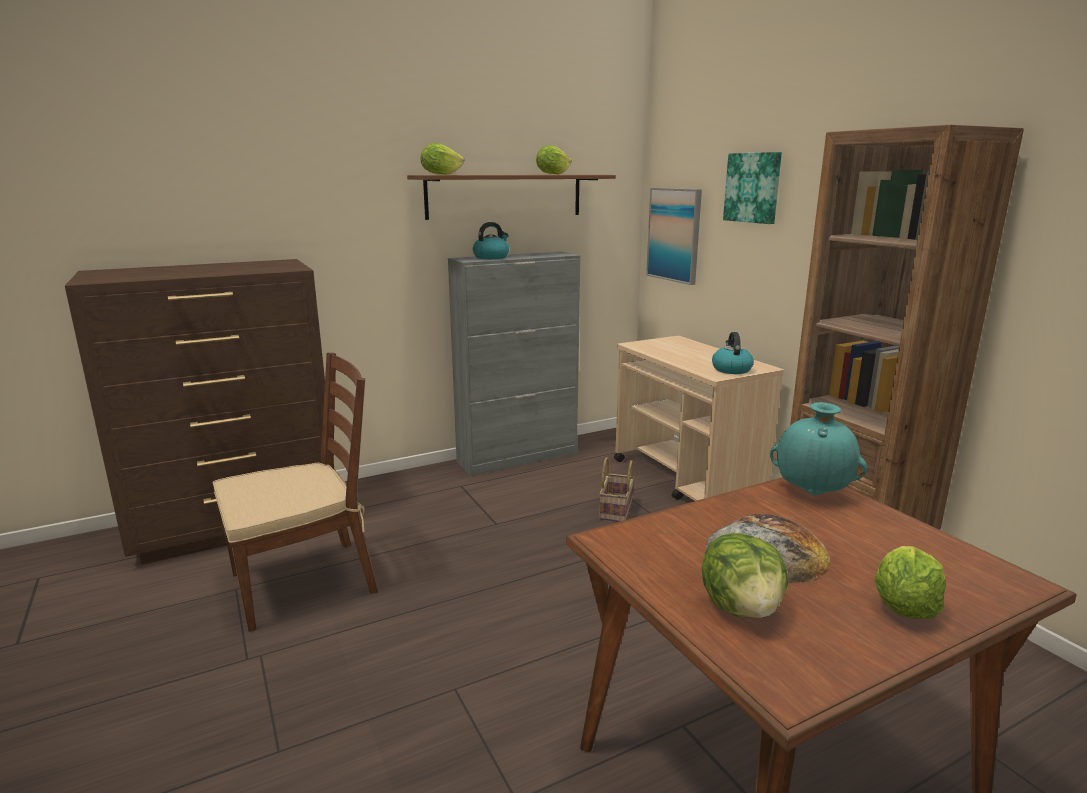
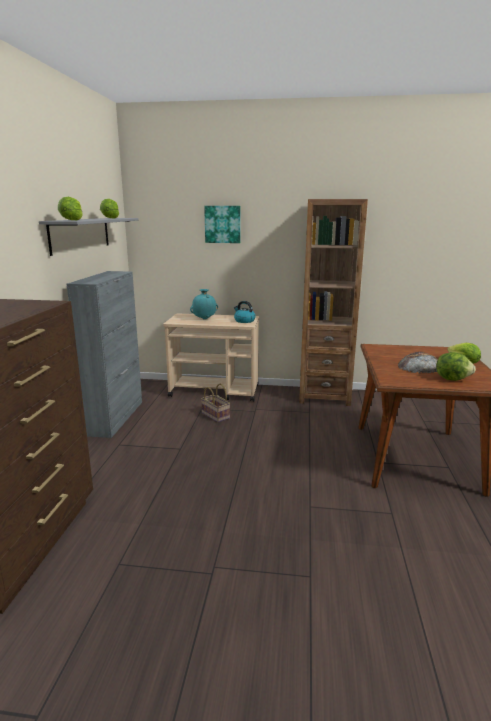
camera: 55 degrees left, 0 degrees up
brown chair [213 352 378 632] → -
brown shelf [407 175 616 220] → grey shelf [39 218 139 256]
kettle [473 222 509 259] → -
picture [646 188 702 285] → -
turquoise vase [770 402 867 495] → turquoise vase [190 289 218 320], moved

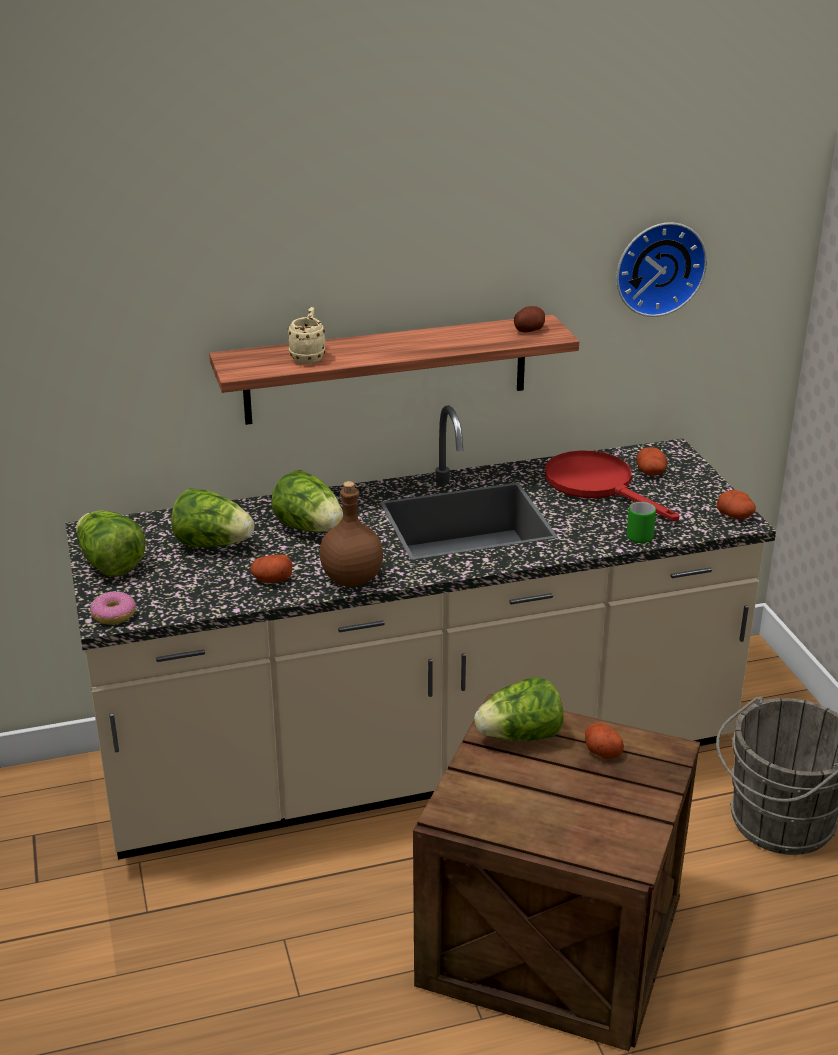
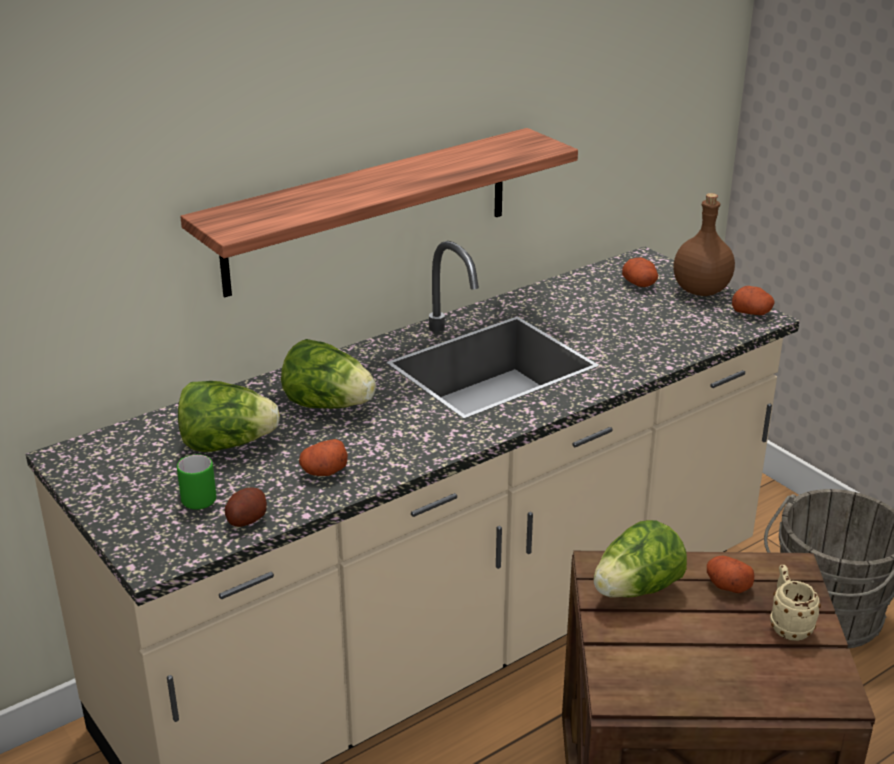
camera: 20 degrees left, 0 degrees up
lettuce [76 510 146 577] → -
donut [90 591 136 624] → -
beige mug [288 307 325 364] → beige mug [770 565 821 641], moved
brown bottle [320 481 383 587] → brown bottle [673 193 735 296], moved
potato [514 306 545 332] → potato [225 487 267 527], moved
red frying pan [545 450 679 521] → -
wall clock [616 222 707 317] → -
green mug [627 502 656 543] → green mug [177 454 216 510], moved

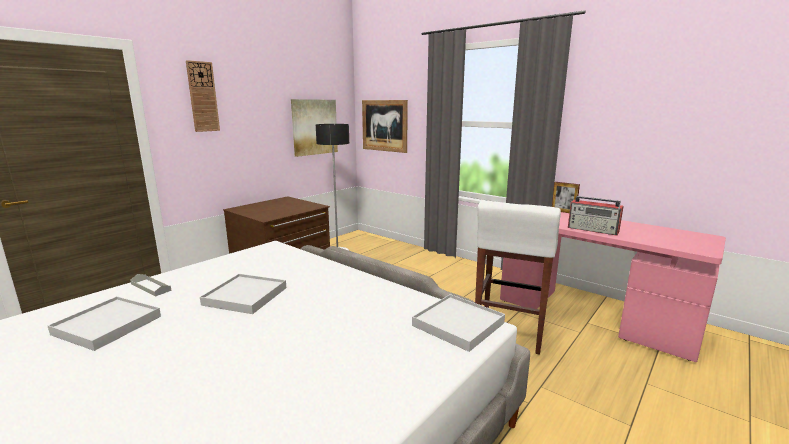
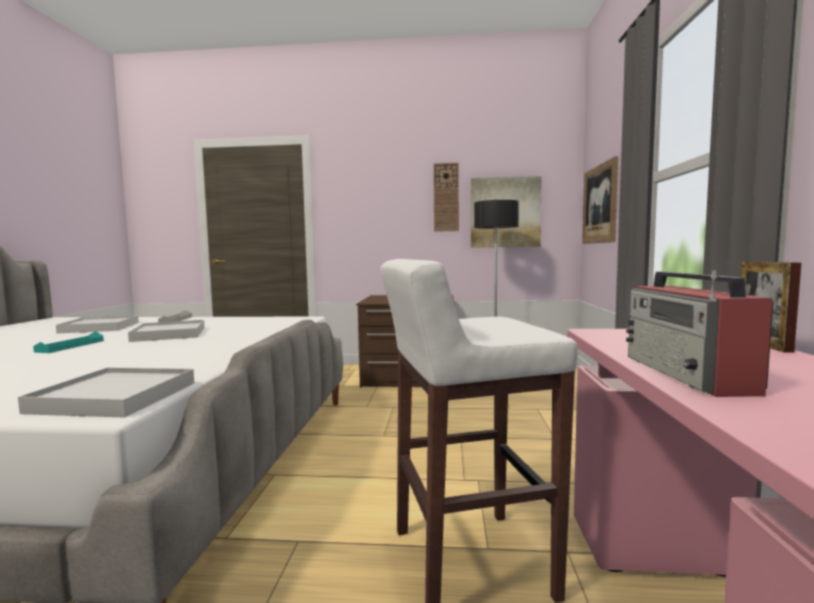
camera: 55 degrees right, 10 degrees down
wall clock [186 60 220 132] → wall clock [433 163 459 232], moved
- → turquoise tray [33 331 104 353]

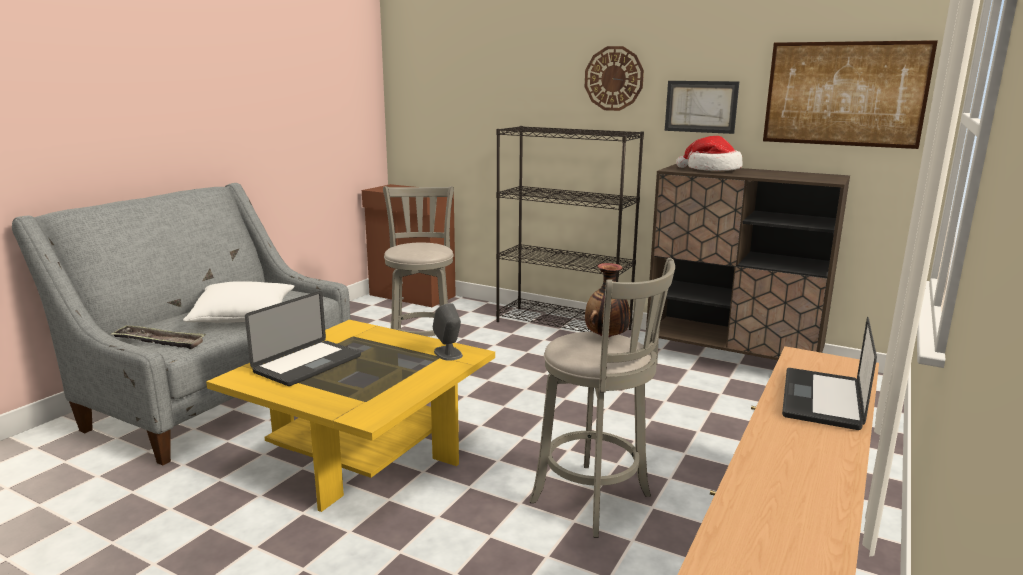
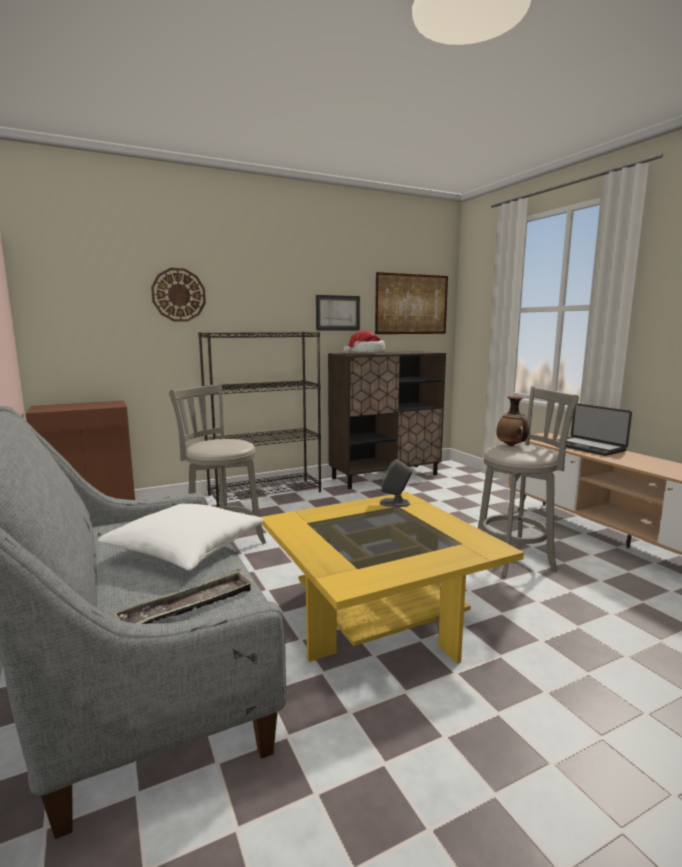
camera: 55 degrees left, 5 degrees down
laptop [245 291 361 386] → -
wall clock [585 46 644 111] → wall clock [151 268 206 322], moved

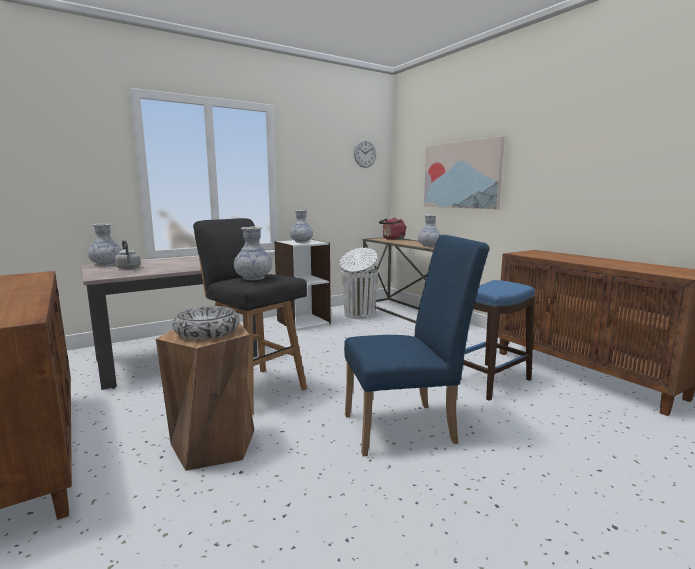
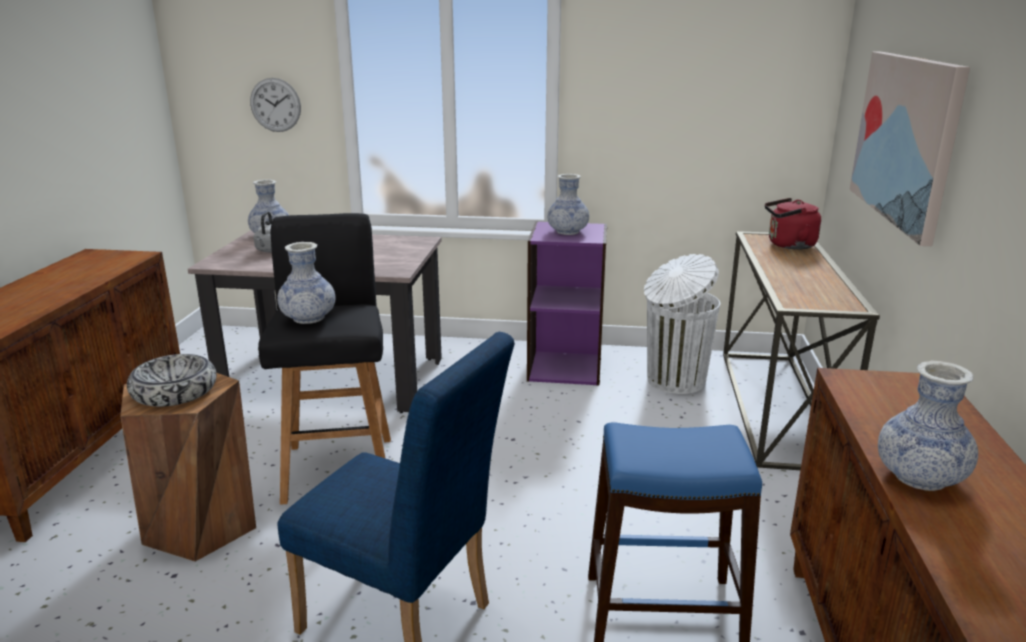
camera: 40 degrees right, 10 degrees up
white bookcase [274 239 331 331] → purple bookcase [527 221 607 386]
wall clock [354 139 376 168] → wall clock [250 78 301 132], moved
vase [418 215 441 247] → vase [878 360 978 491], moved

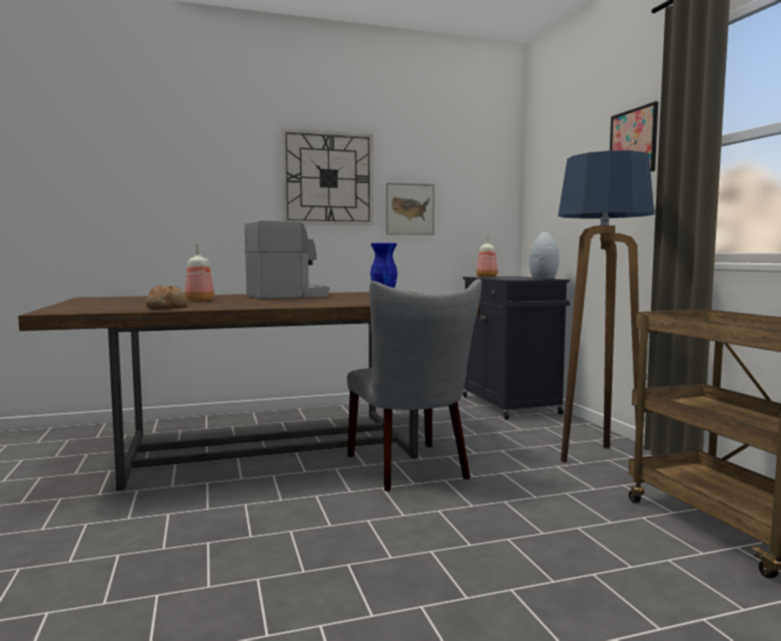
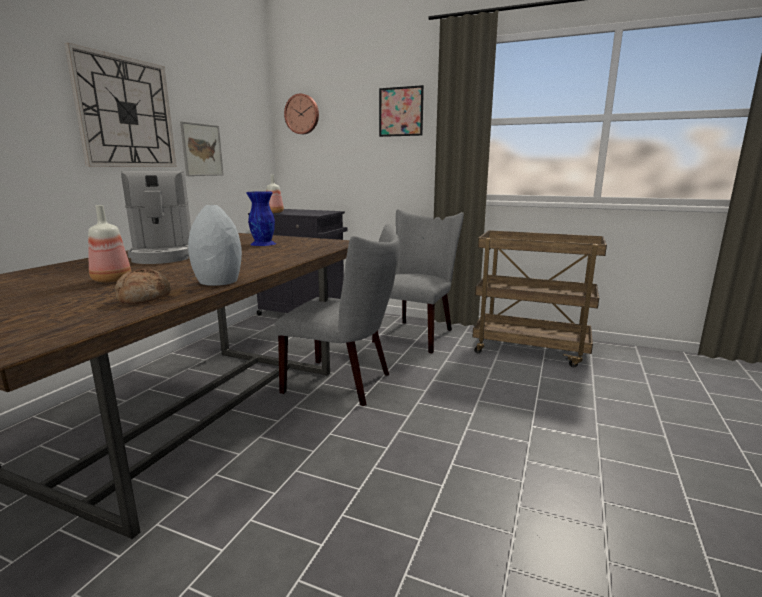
camera: 50 degrees left, 10 degrees up
coffee machine [245 220 329 299] → coffee machine [121 171 191 264], 150 degrees clockwise
grey vase [529 232 559 279] → grey vase [188 205 242 286], moved
floor lamp [558 151 654 463] → grey chair [372 209 464 353]
- → wall clock [284 94 319 134]

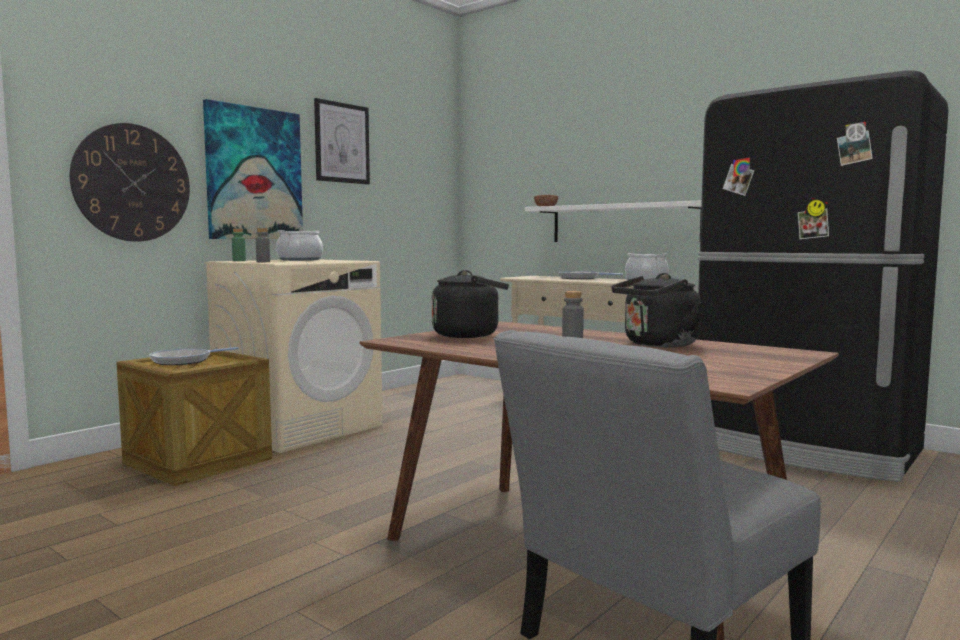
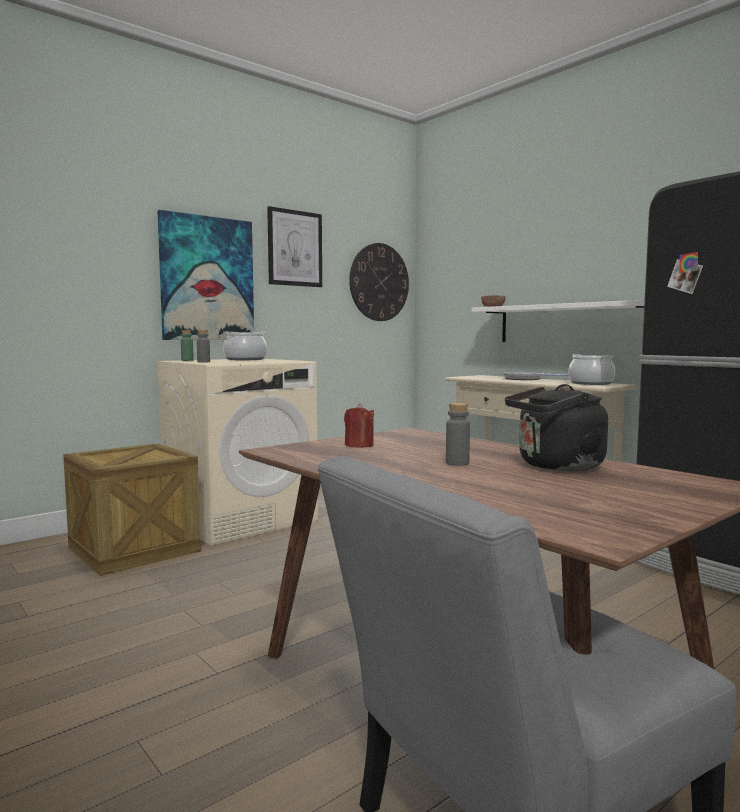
camera: 10 degrees right, 0 degrees up
wall clock [70 123 190 242] → wall clock [349 243 409 321], moved
frying pan [149 347 239 365] → -
black kettle [432 270 509 338] → red candle [344 403 374 448]

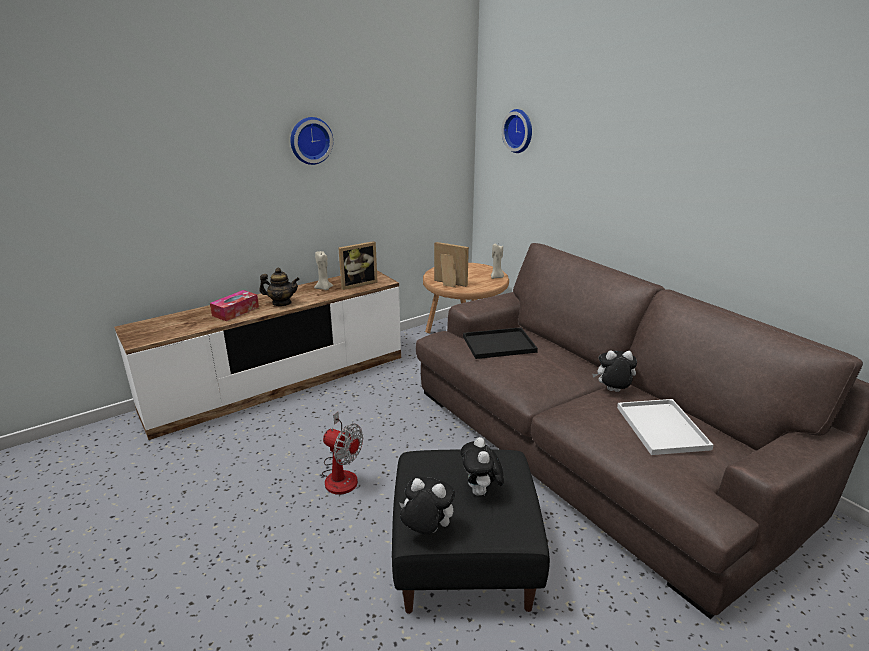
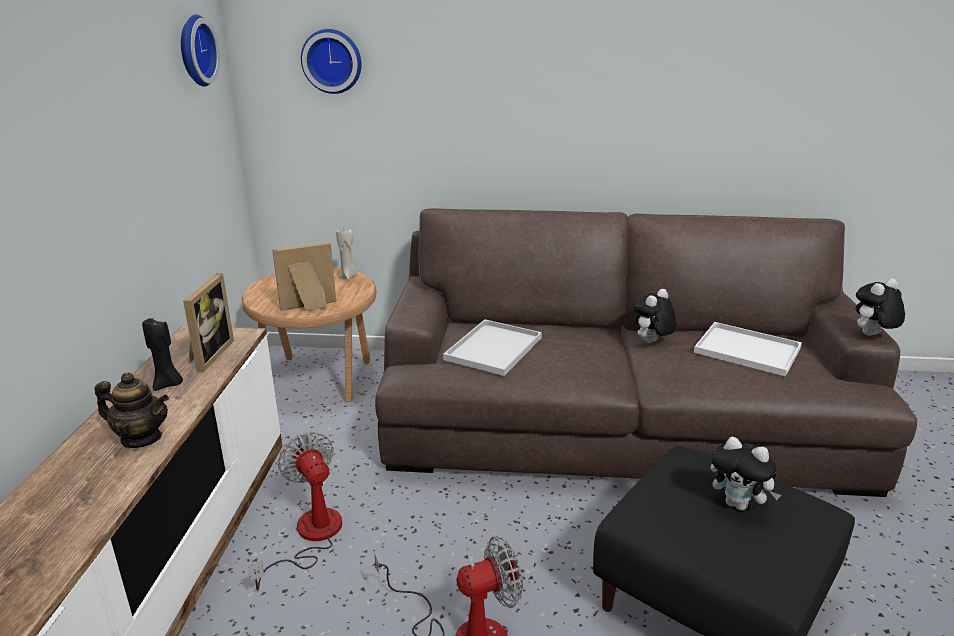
camera: 50 degrees left, 0 degrees up
tissue box [210 290 259 321] → -
teapot [259 268 300 306] → teapot [95 372 169 448], 60 degrees clockwise
wall clock [290 117 333 165] → wall clock [181 14 220 87], moved
beige candle [314 251 333 290] → black candle [142 317 183 391]
plush toy [399 477 455 535] → plush toy [855 278 905 336], moved
black tray [463 327 538 359] → white tray [443 319 542 376]
- → fan [248 432 342 591]

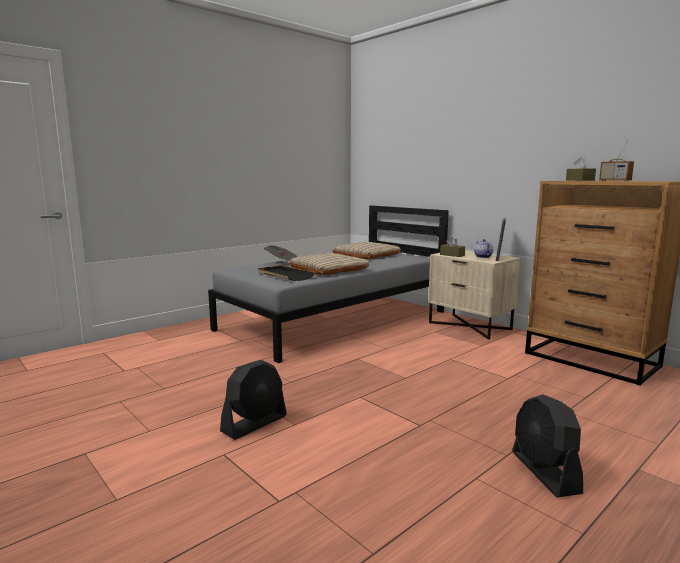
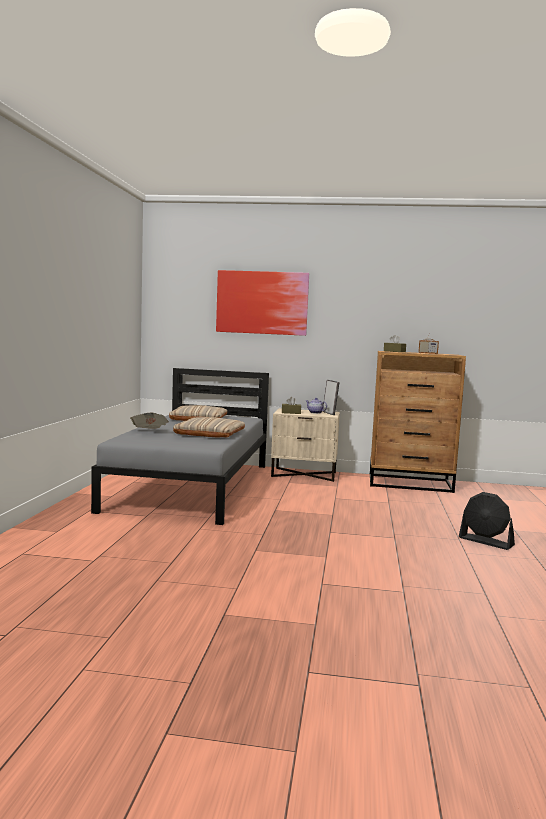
camera: 40 degrees left, 5 degrees down
black fan [220 360 287 440] → -
black tray [258 265 316 281] → -
- → picture [216 270 309 336]

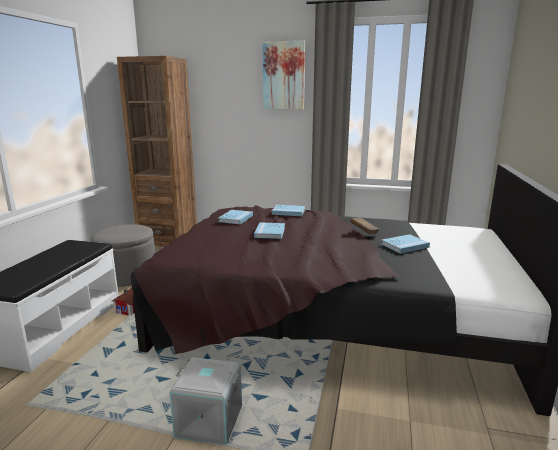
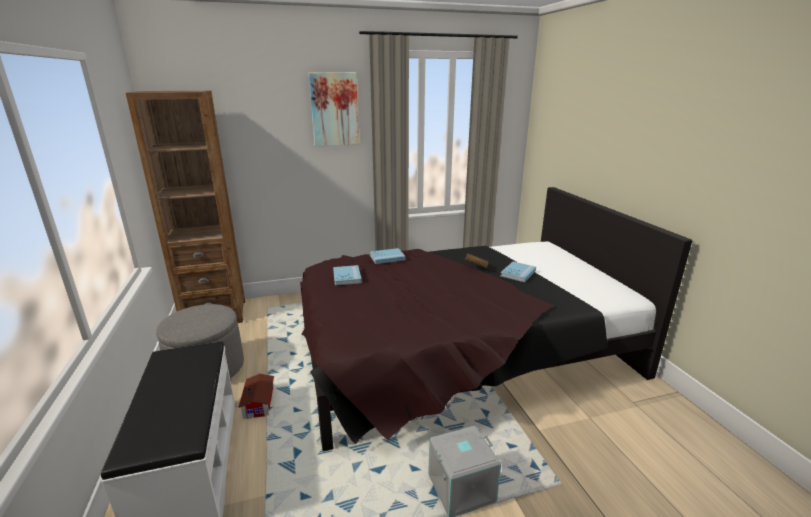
camera: 30 degrees left, 5 degrees up
blue book [254 222 285 239] → -

